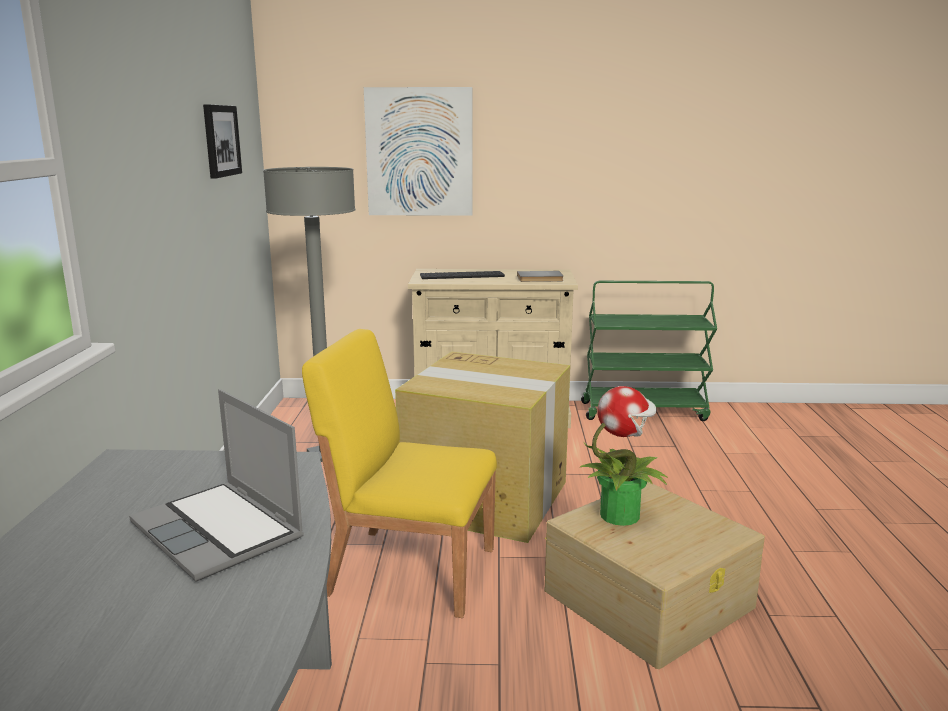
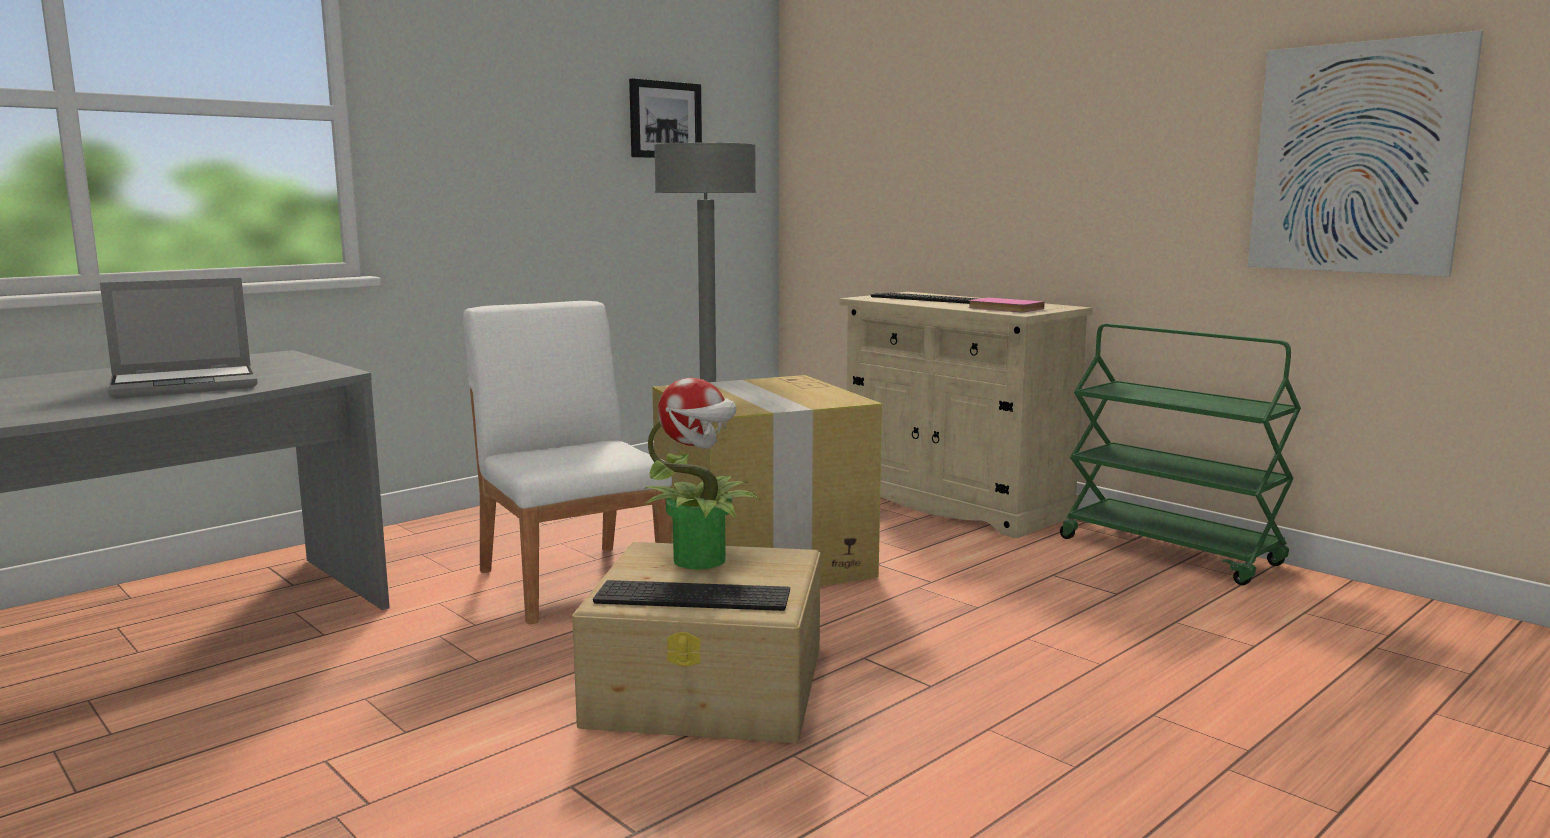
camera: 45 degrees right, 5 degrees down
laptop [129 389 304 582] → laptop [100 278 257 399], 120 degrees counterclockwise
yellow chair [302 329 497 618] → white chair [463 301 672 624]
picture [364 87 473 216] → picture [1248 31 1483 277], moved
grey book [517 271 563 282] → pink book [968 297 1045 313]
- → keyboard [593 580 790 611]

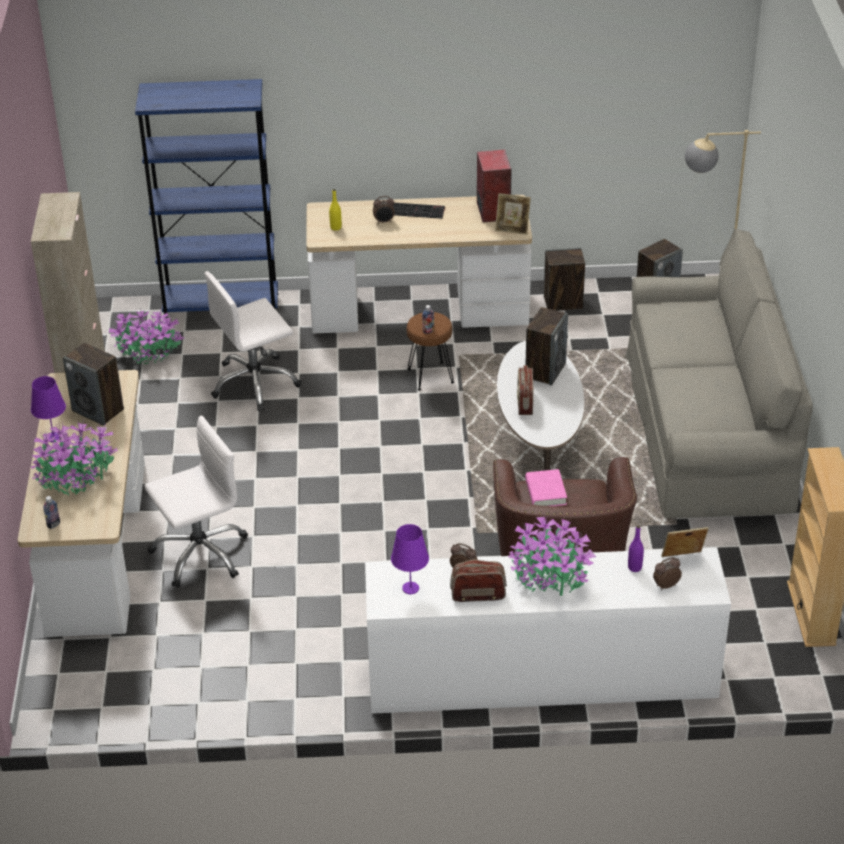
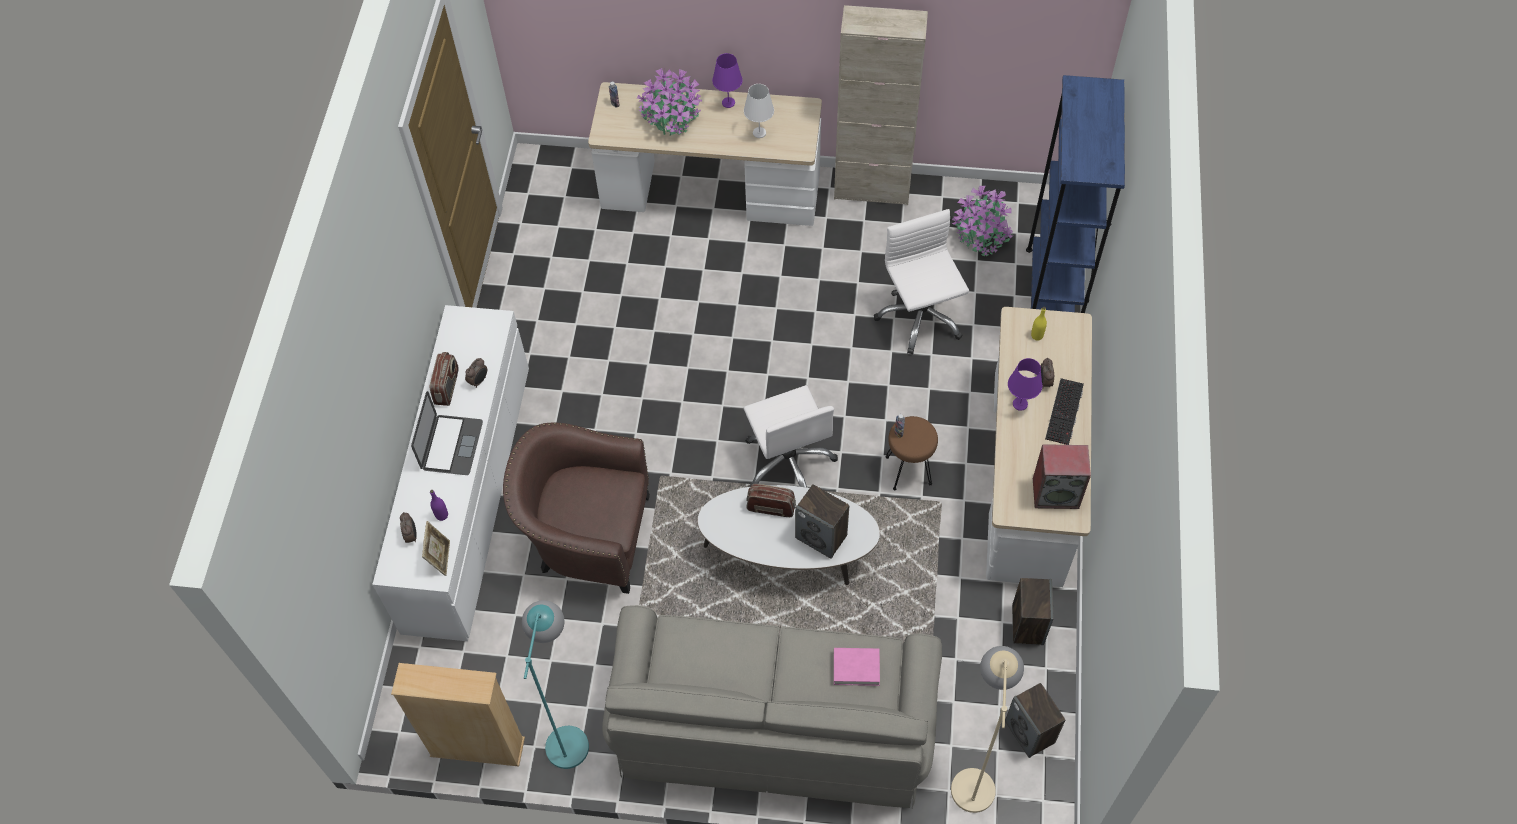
camera: 100 degrees right, 20 degrees up
speaker [63 343 124 426] → white table lamp [744 84 774 138]
white office chair [145 415 248 588] → white office chair [744 385 838 488], moved
purple table lamp [391 524 429 594] → purple table lamp [1008 358 1042 411], moved
picture frame [495 193 531 235] → -
potted plant [508 515 596 596] → laptop [411 391 483 475]
pink book [525 469 567 506] → pink book [834 648 880 686], moved
- → turquoise floor lamp [522 600 589 769]

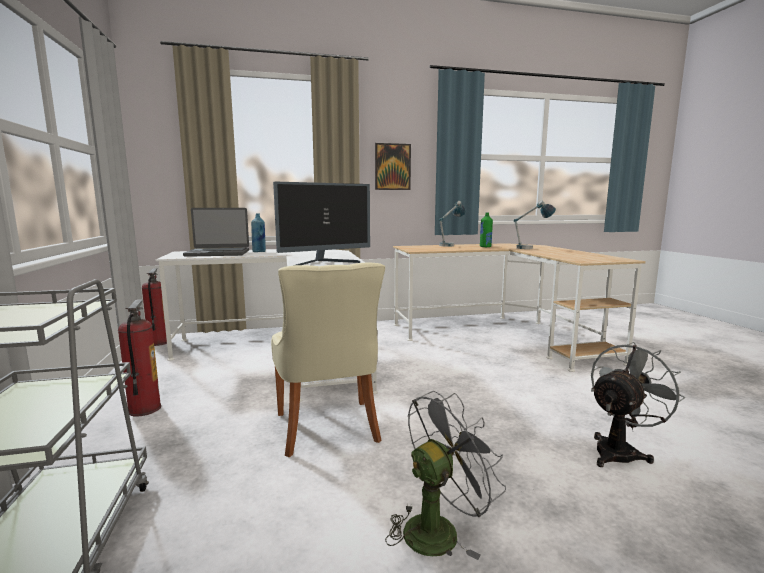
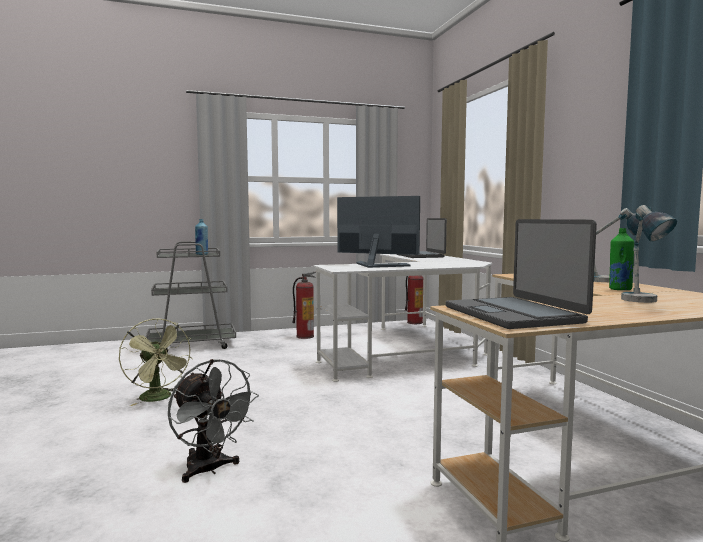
camera: 85 degrees right, 5 degrees down
blue bottle [251 214 266 252] → blue bottle [195 219 208 255], moved
beige chair [271 262 385 457] → -
monitor [273 182 370 266] → monitor [337 196 420 268], 150 degrees clockwise
picture [375 143 411 190] → -
grey fan [385 391 506 560] → green fan [119 318 193 406]
- → laptop [446 219 597 329]

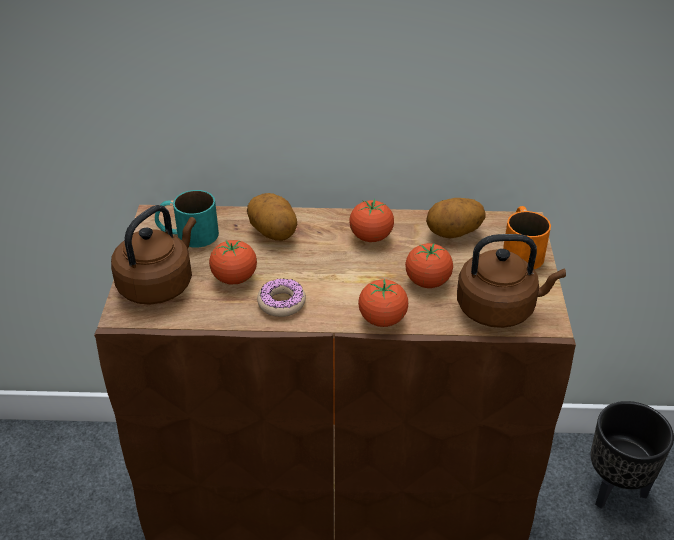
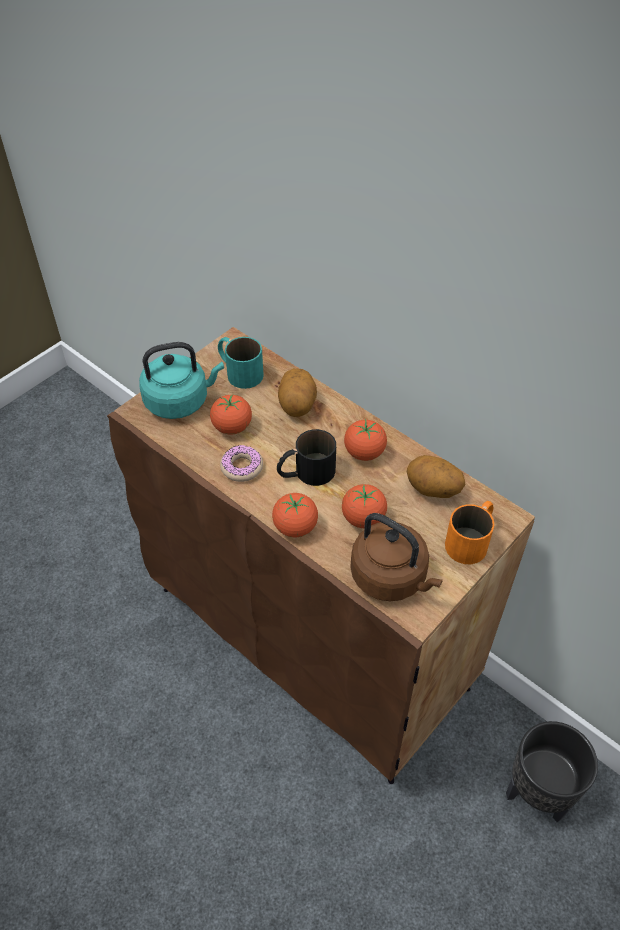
camera: 40 degrees right, 10 degrees up
brown kettle [111 205 196 305] → turquoise kettle [139 342 224 419]
- → black mug [277 429 336 486]

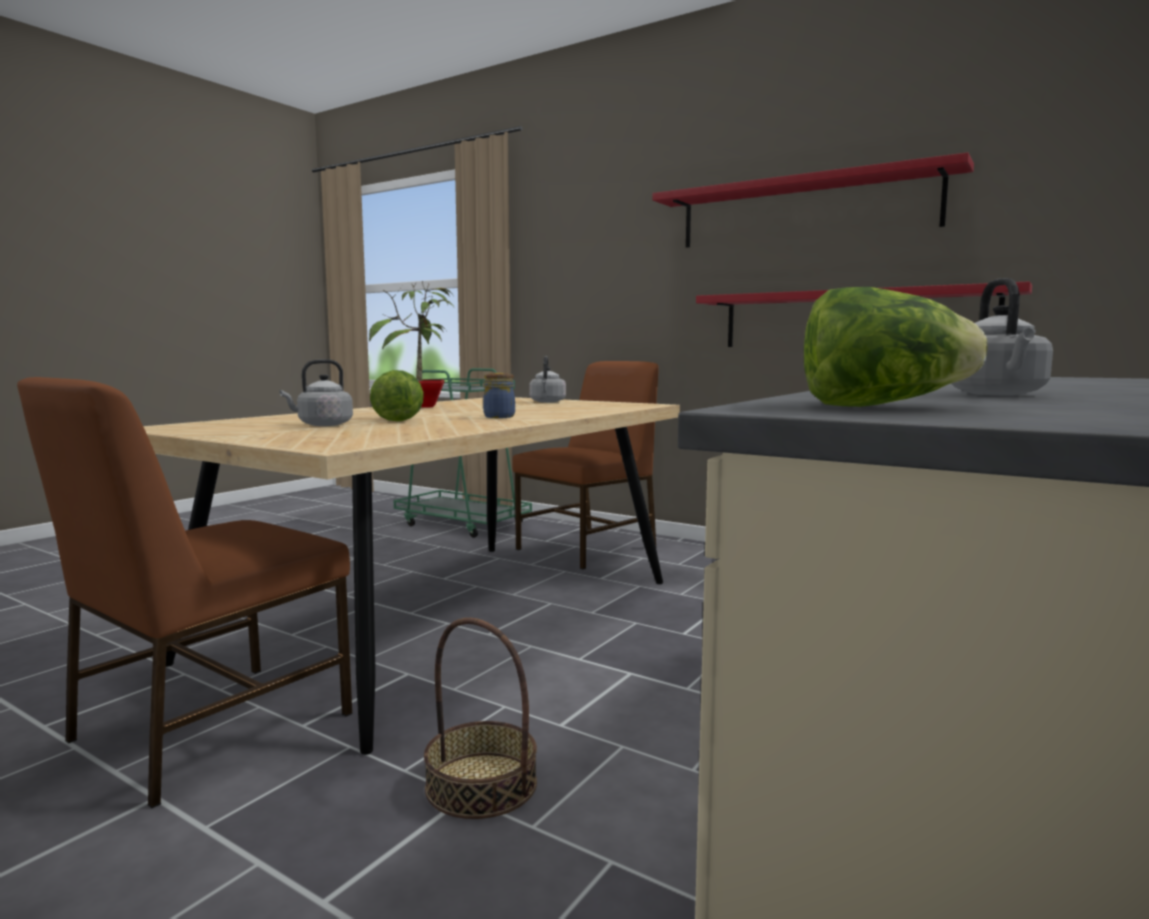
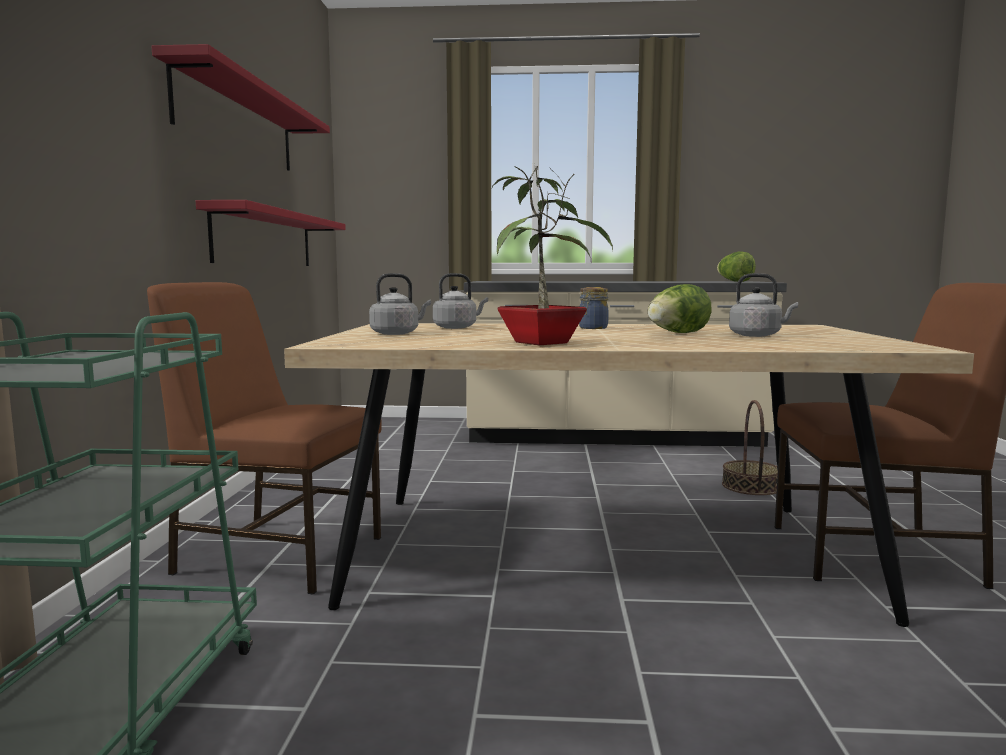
camera: 120 degrees left, 0 degrees up
grey kettle [951 278 1053 395] → grey kettle [433 273 488 329], moved

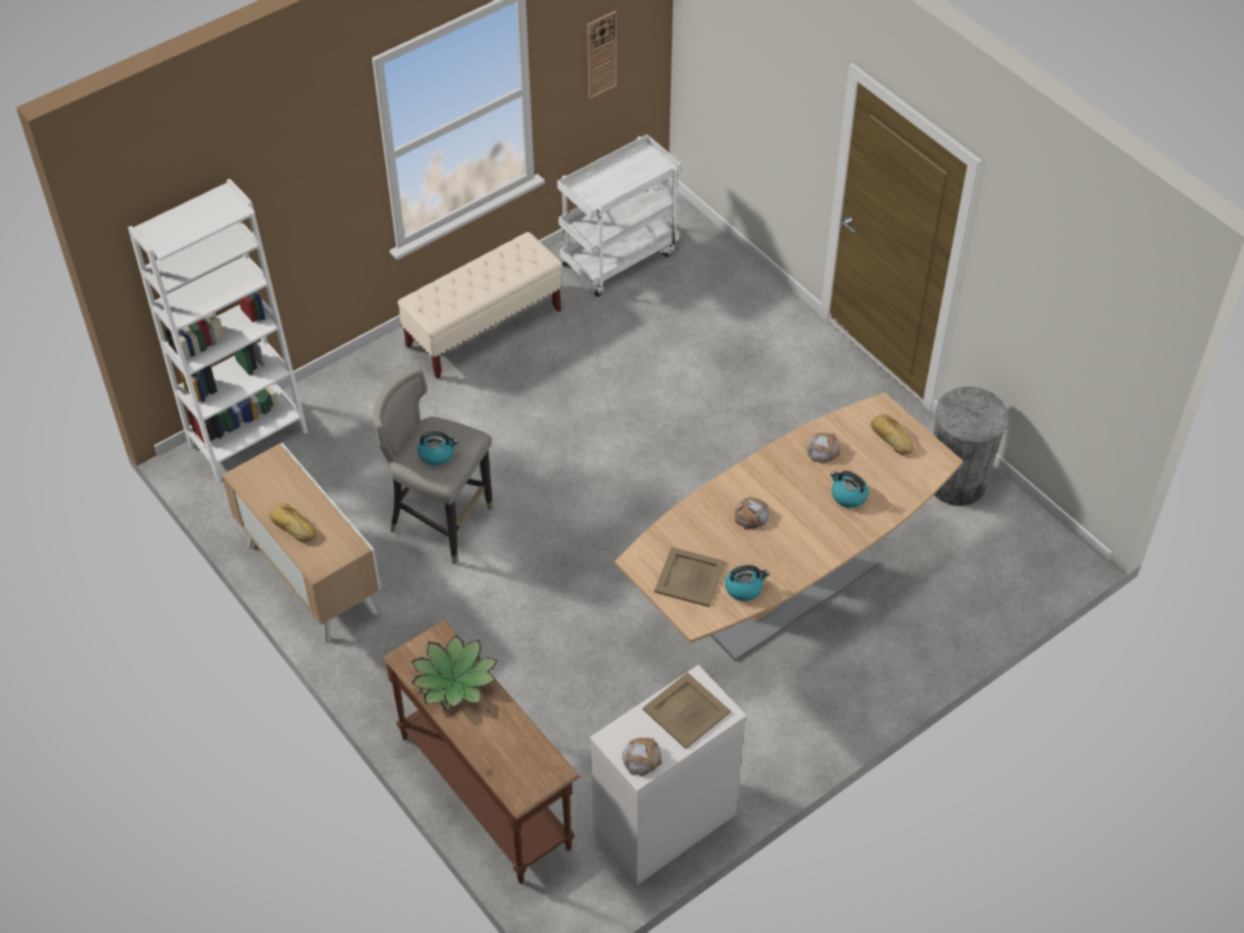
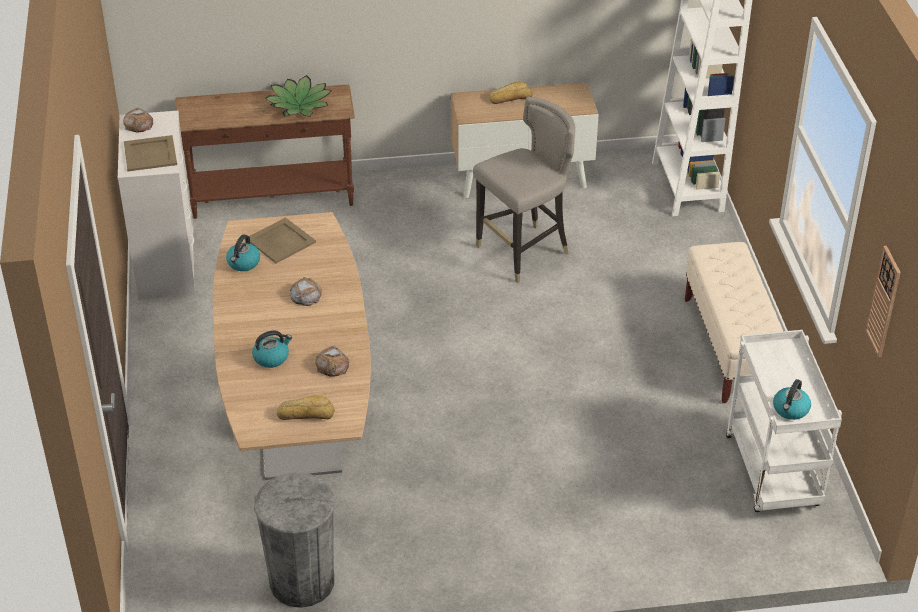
camera: 120 degrees right, 10 degrees down
kettle [418 431 459 466] → kettle [773 379 811 420], moved

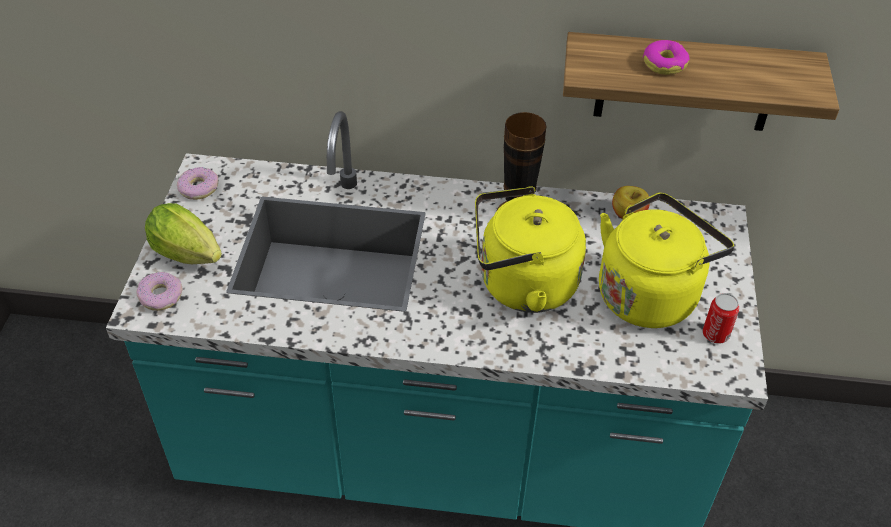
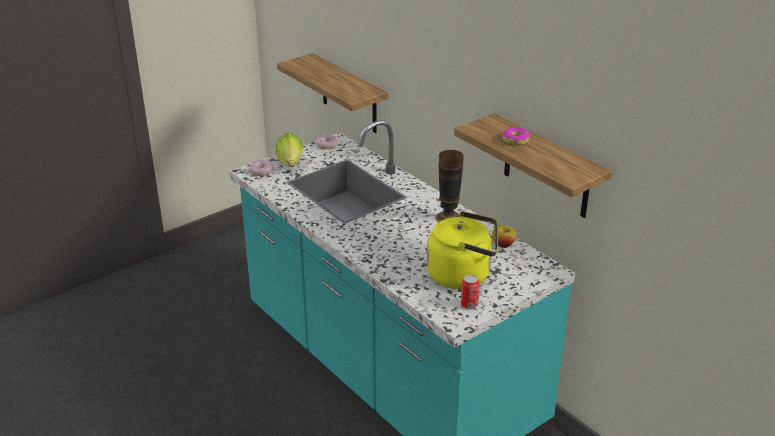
camera: 45 degrees right, 15 degrees down
yellow kettle [475 186 586 313] → -
- → shelf [277 53 388 133]

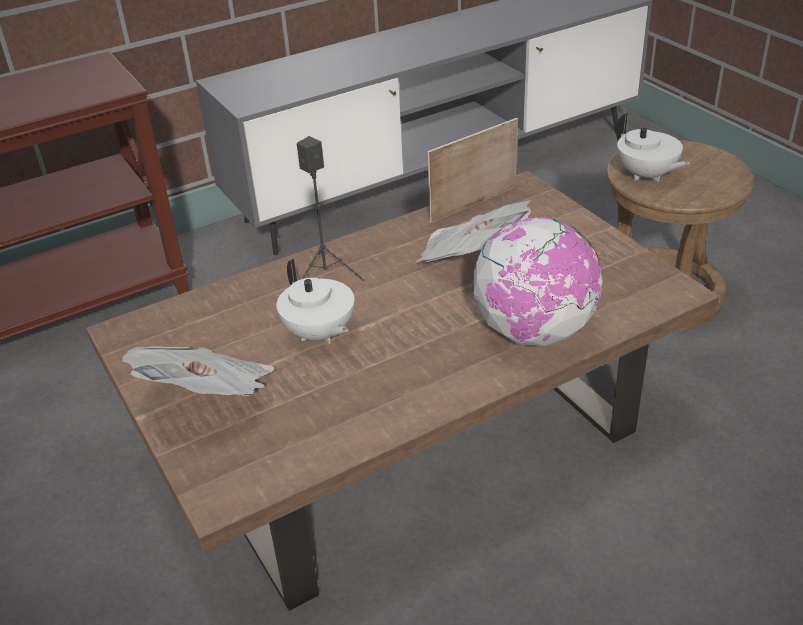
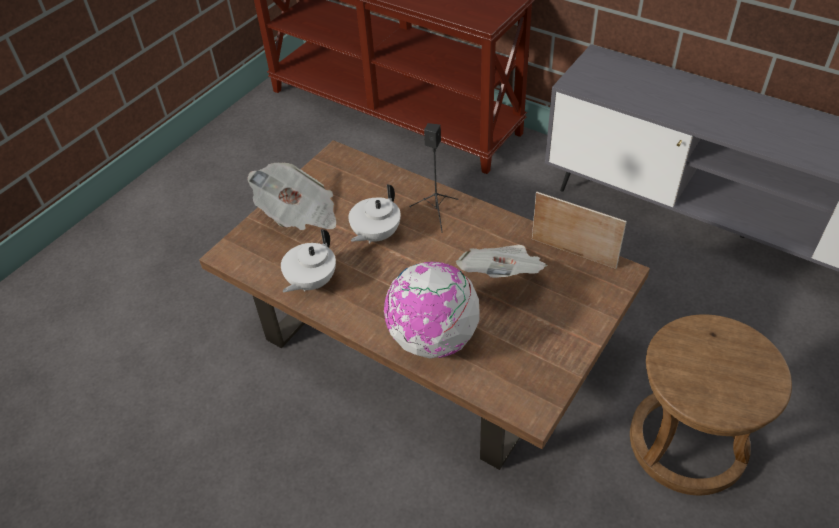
camera: 65 degrees right, 10 degrees up
white teapot [616 113 690 182] → white teapot [281 229 336 292], moved

